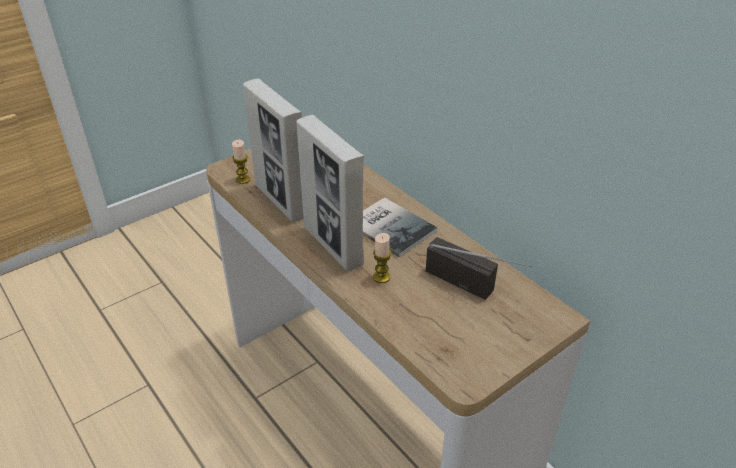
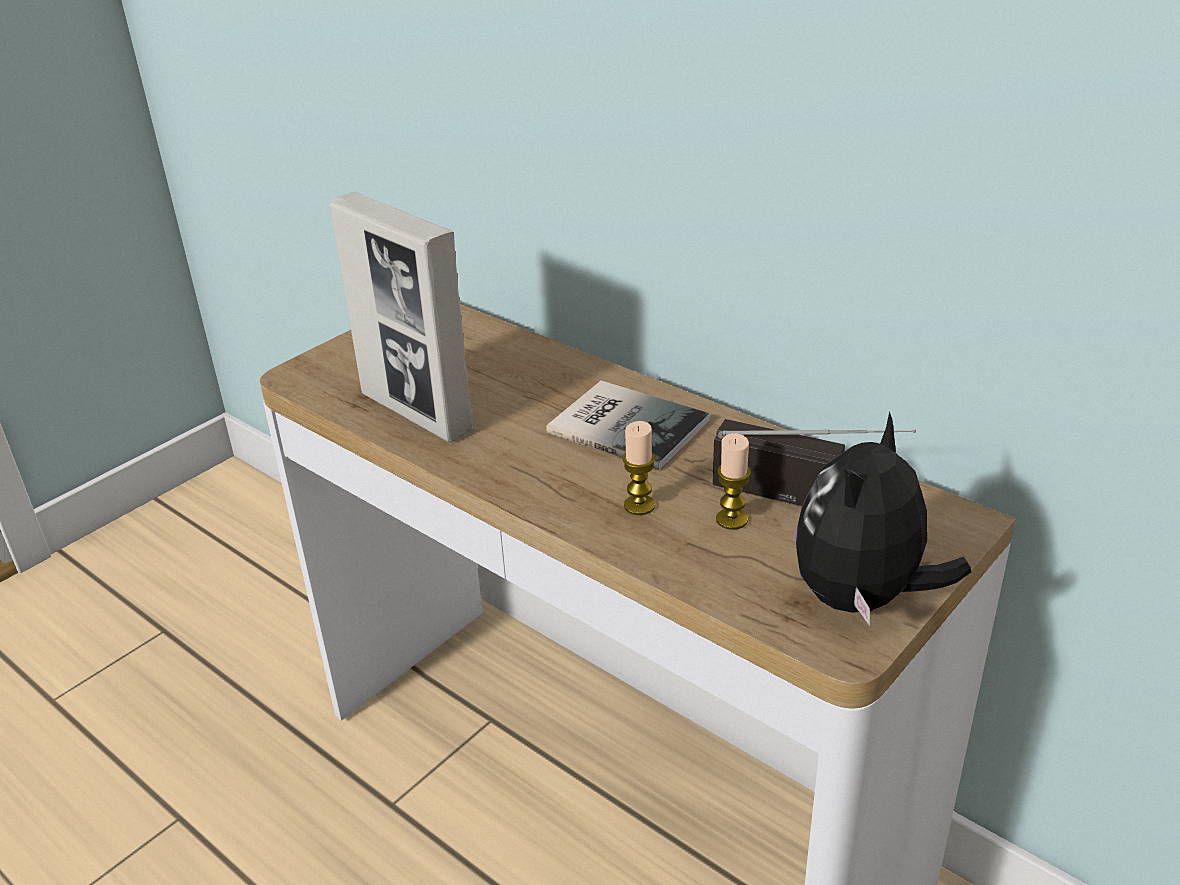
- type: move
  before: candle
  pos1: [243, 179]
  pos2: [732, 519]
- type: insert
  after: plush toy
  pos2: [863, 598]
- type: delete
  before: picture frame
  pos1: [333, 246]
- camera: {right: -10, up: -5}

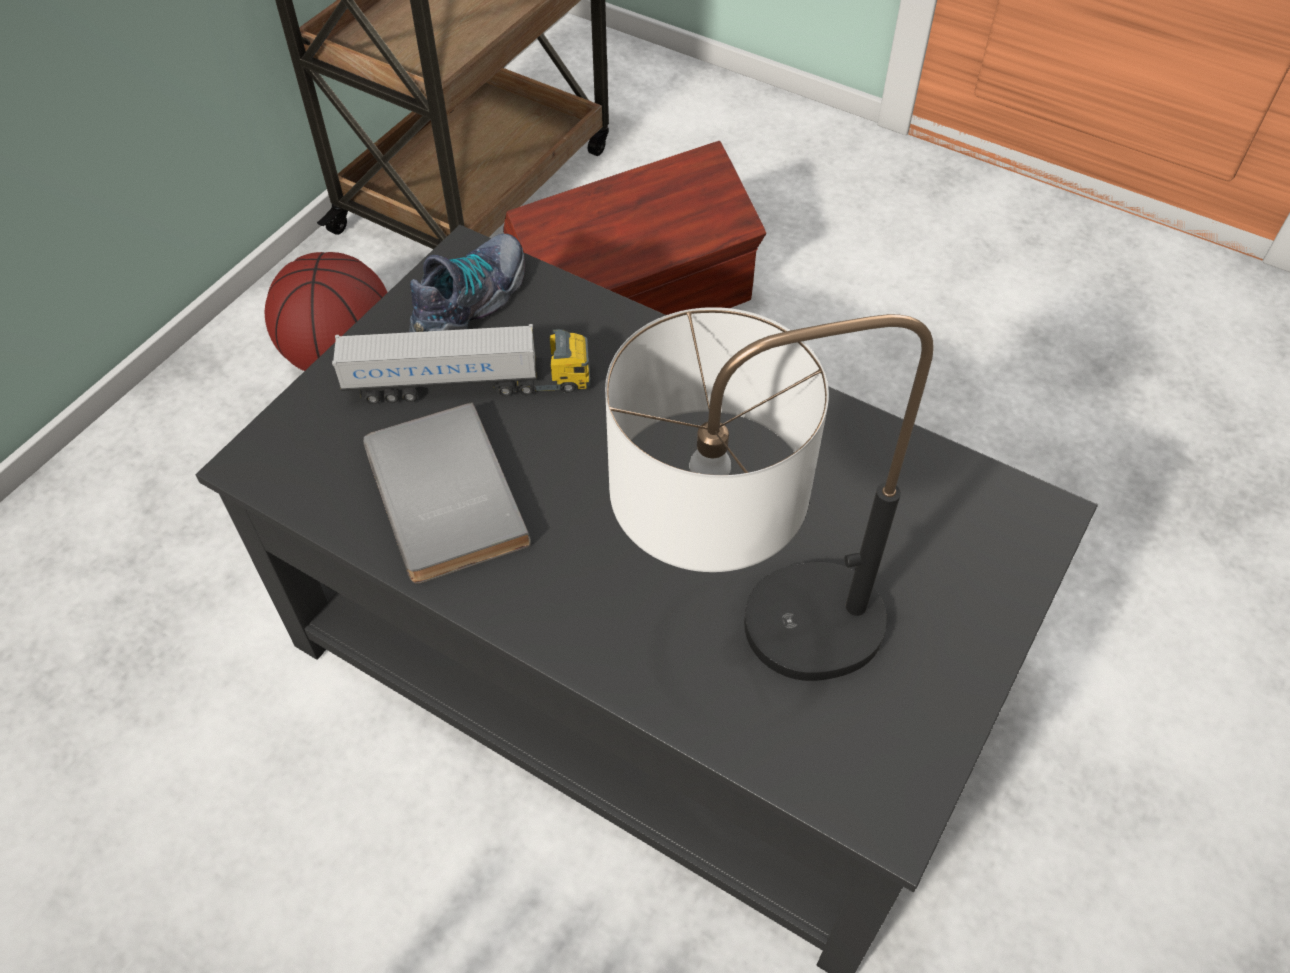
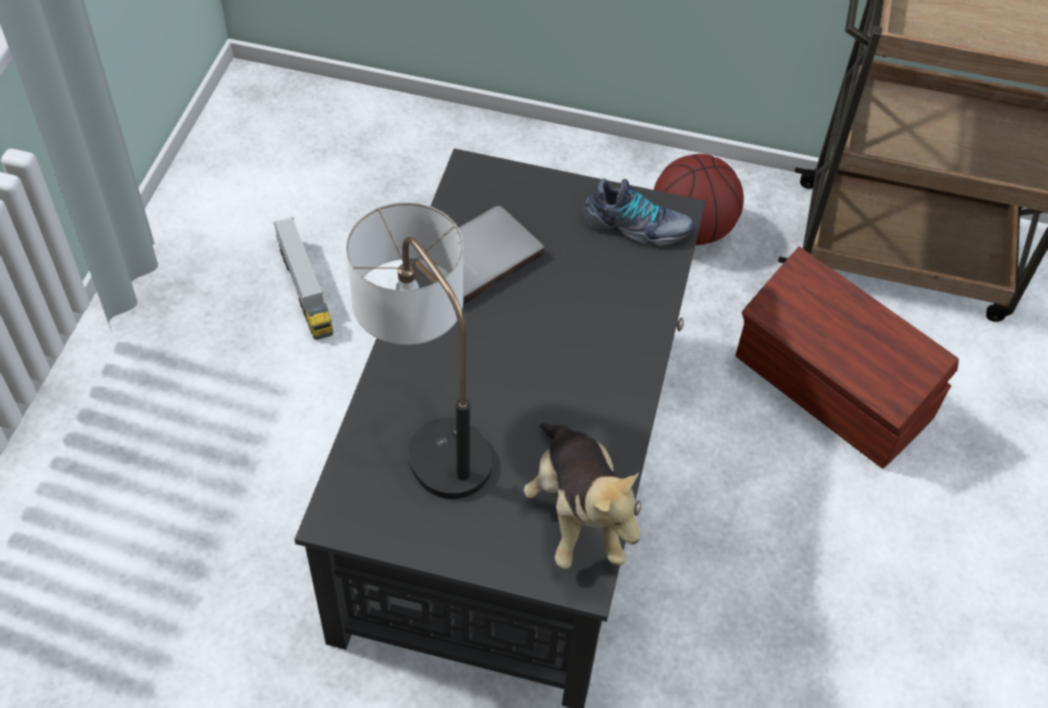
- type: move
  before: toy truck
  pos1: [469, 385]
  pos2: [305, 289]
- type: insert
  after: plush toy
  pos2: [576, 513]
- camera: {right: 70, up: 0}

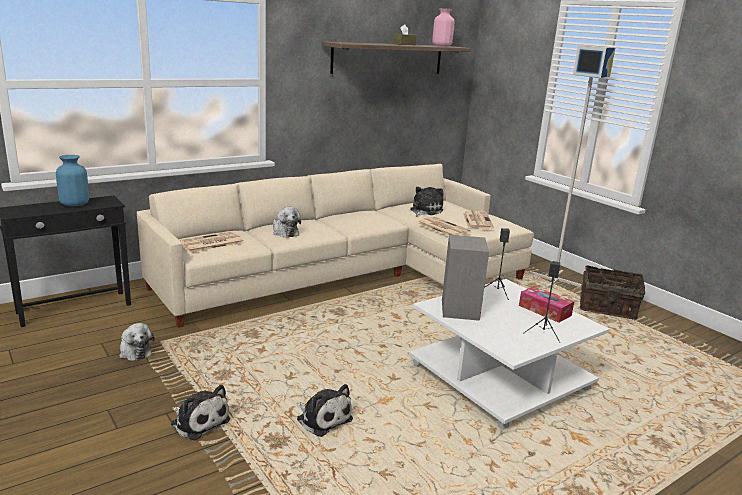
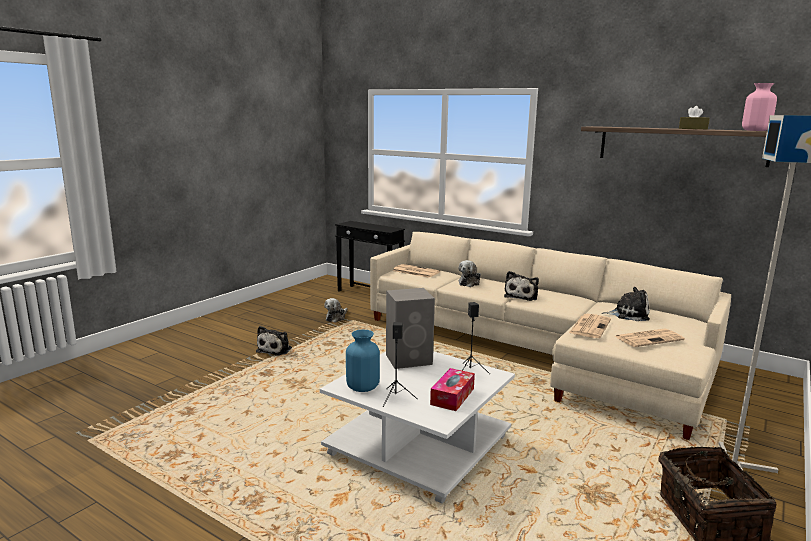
- type: move
  before: blue vase
  pos1: [74, 204]
  pos2: [362, 387]
- type: move
  before: plush toy
  pos1: [322, 418]
  pos2: [522, 296]
- camera: {right: 70, up: -5}

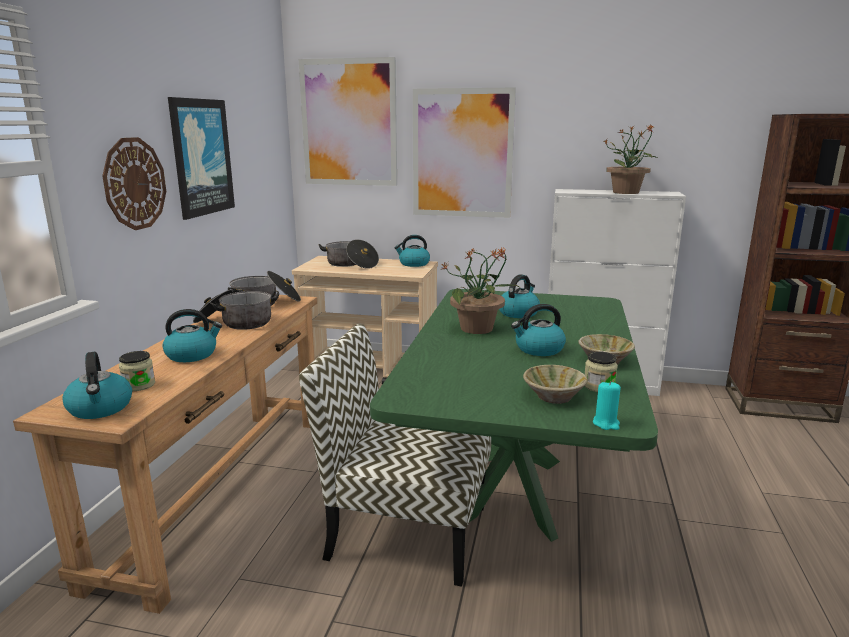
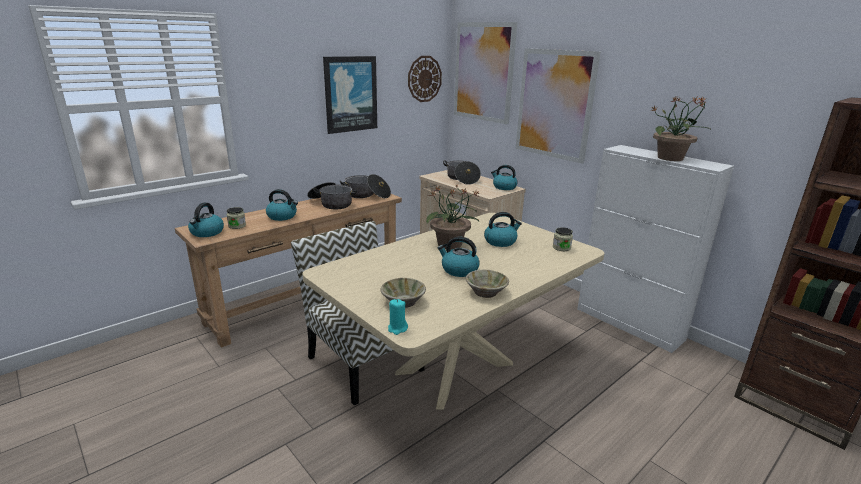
- type: recolor
  before: green dining table
  after: beige dining table
  pos1: [513, 489]
  pos2: [456, 368]
- type: move
  before: wall clock
  pos1: [134, 184]
  pos2: [424, 79]
- type: move
  before: jar
  pos1: [599, 386]
  pos2: [561, 248]
- camera: {right: 35, up: 5}

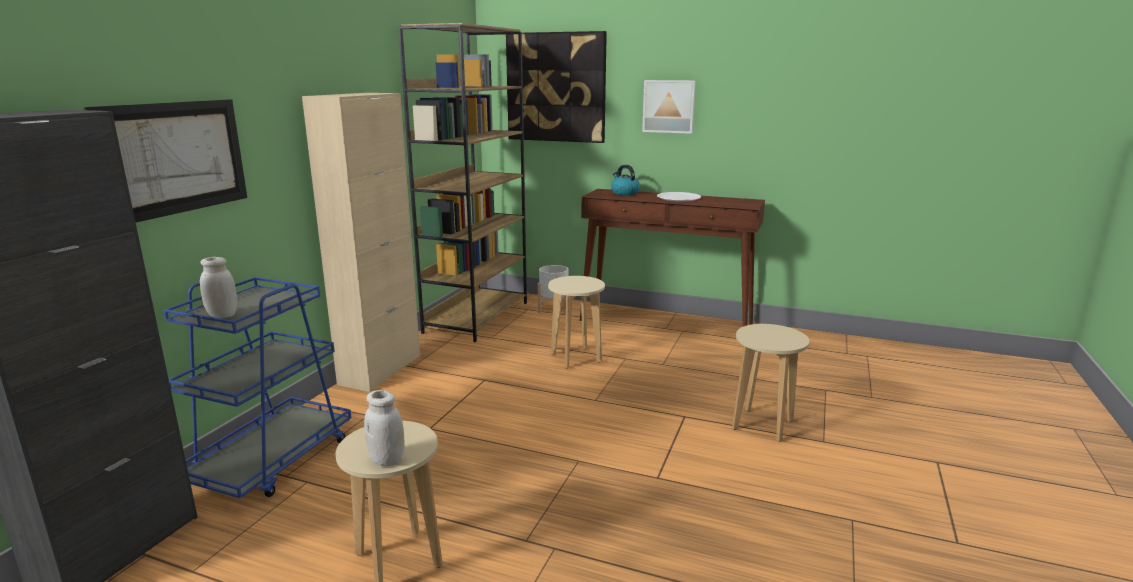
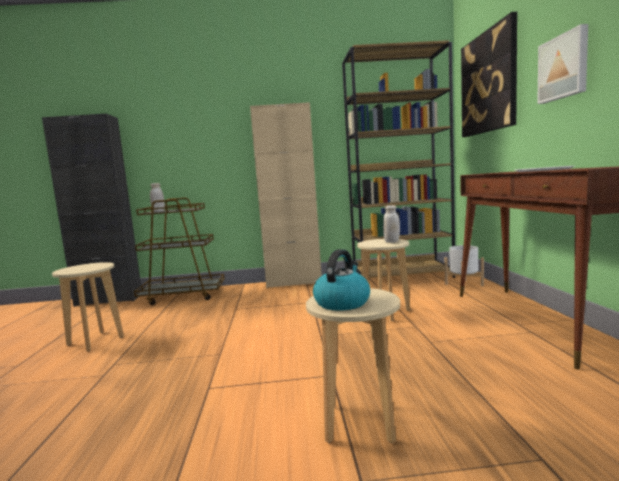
- type: recolor
  before: blue cart
  after: brown cart
  pos1: [272, 460]
  pos2: [183, 295]
- type: move
  before: kettle
  pos1: [624, 193]
  pos2: [342, 302]
- type: move
  before: white jar
  pos1: [387, 459]
  pos2: [392, 241]
- type: delete
  before: picture
  pos1: [174, 158]
- camera: {right: 65, up: -10}

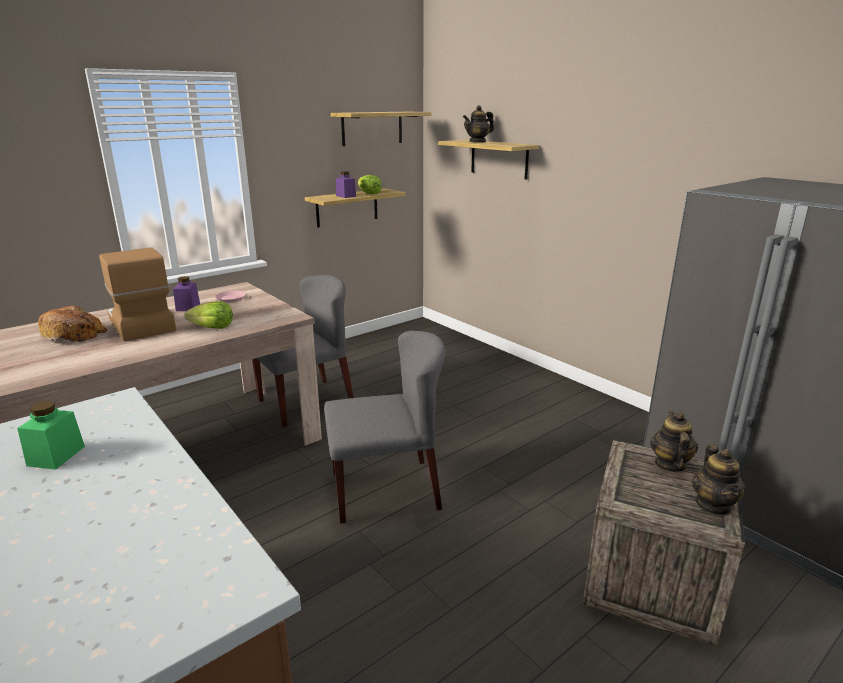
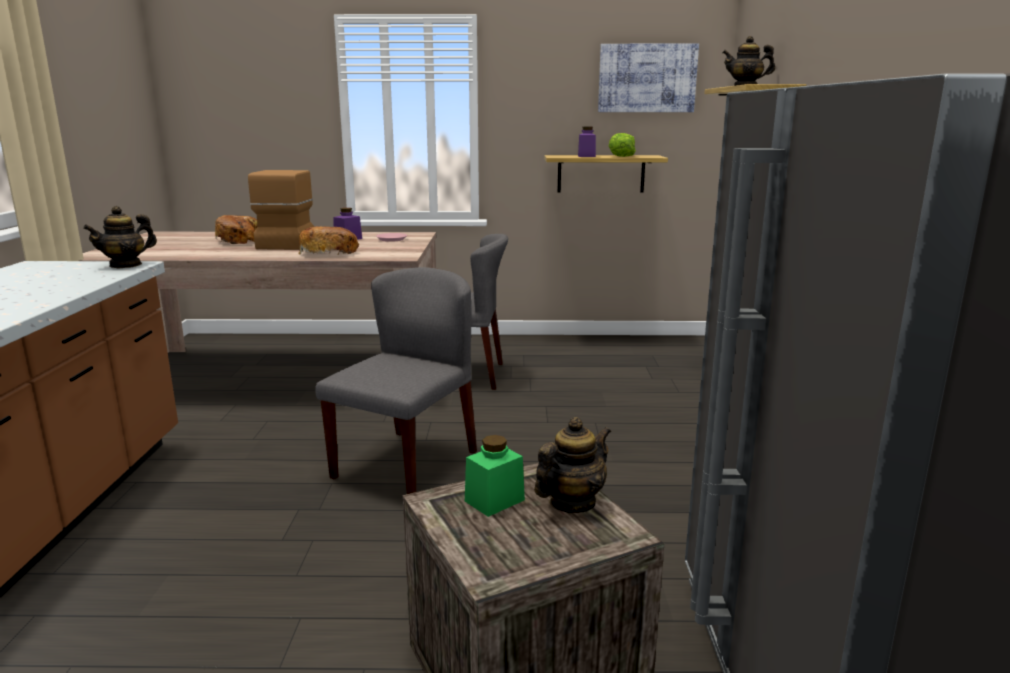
- type: move
  before: teapot
  pos1: [713, 505]
  pos2: [126, 265]
- type: replace
  before: lettuce
  after: bread
  pos1: [213, 327]
  pos2: [328, 252]
- type: rotate
  before: grey chair
  pos1: [386, 489]
  pos2: [406, 463]
  turn: -90
- type: move
  before: green jar
  pos1: [56, 456]
  pos2: [494, 500]
- type: replace
  before: shelf
  after: picture
  pos1: [372, 128]
  pos2: [647, 78]
- camera: {right: 40, up: -5}

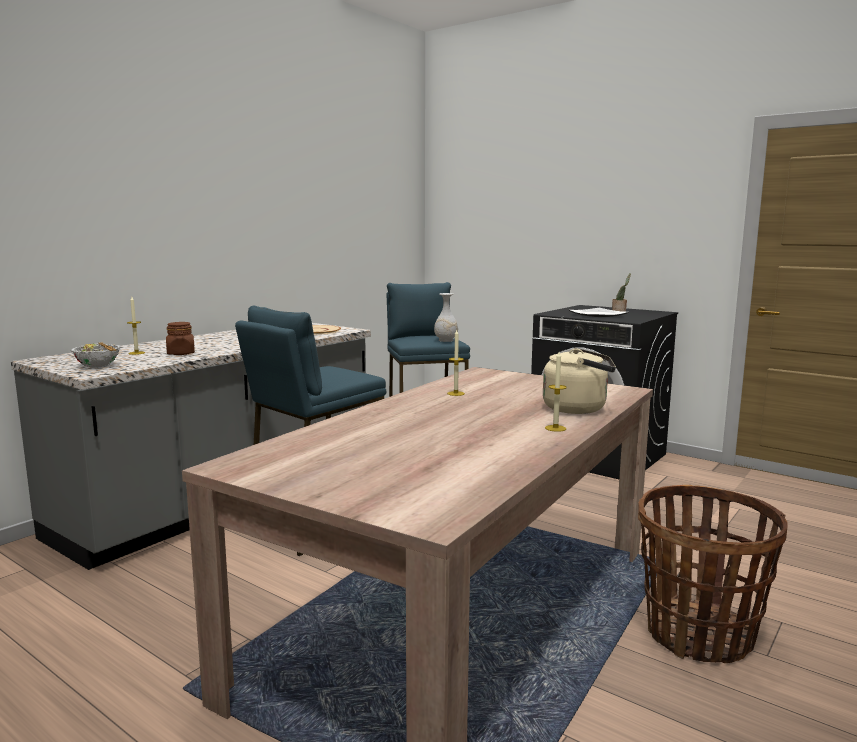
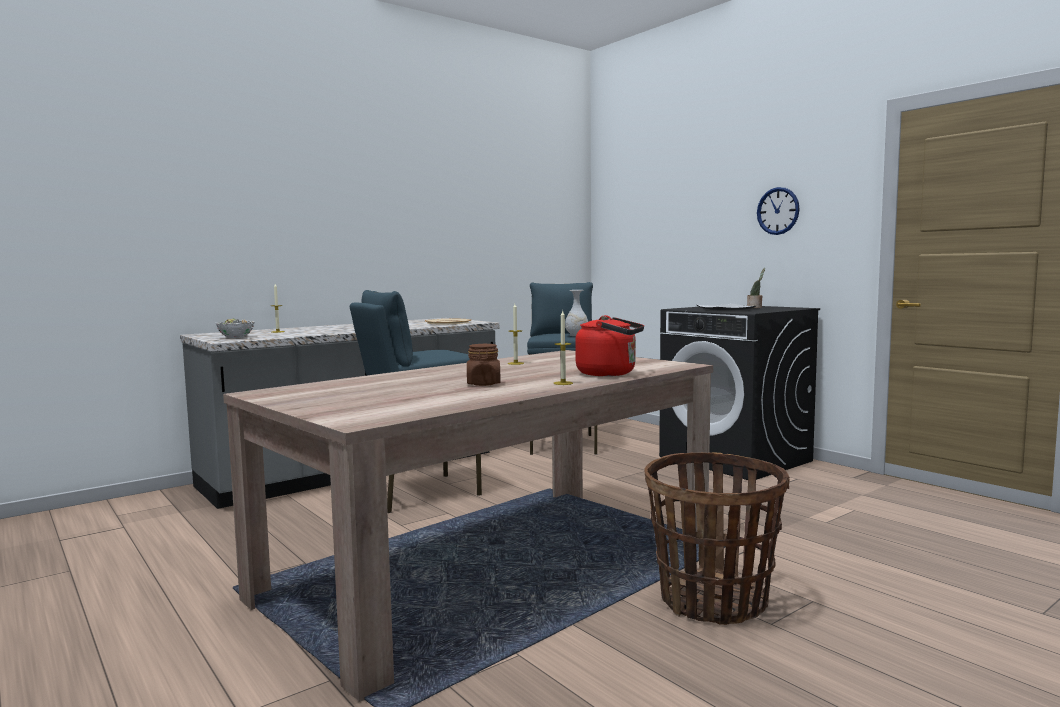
- type: move
  before: brown jar
  pos1: [181, 353]
  pos2: [483, 384]
- type: recolor
  before: beige kettle
  after: red kettle
  pos1: [578, 408]
  pos2: [610, 374]
- type: insert
  after: wall clock
  pos2: [778, 211]
- camera: {right: 15, up: -5}

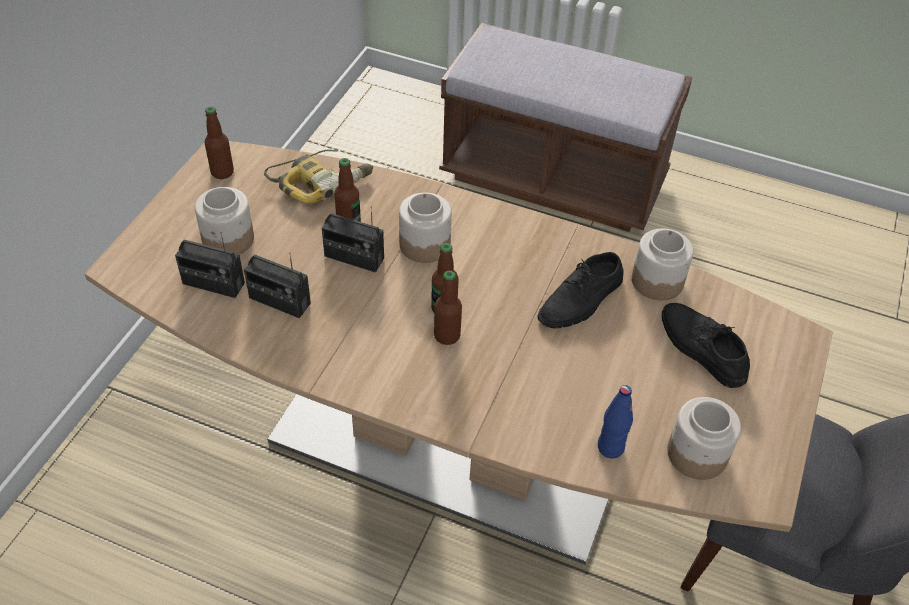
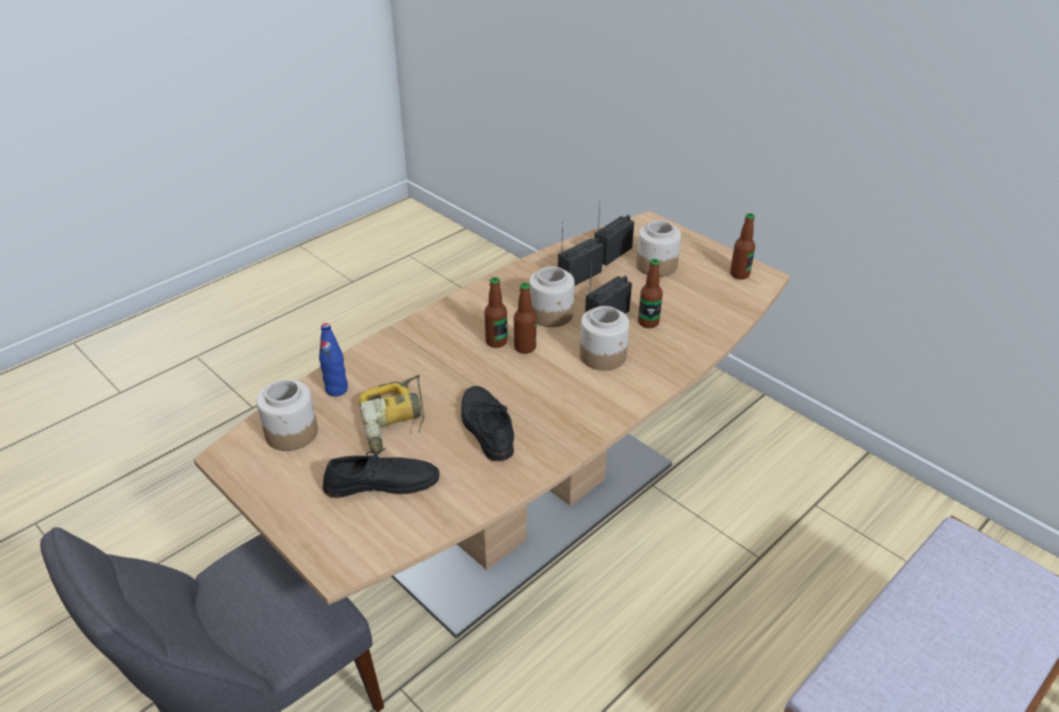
- type: move
  before: power drill
  pos1: [321, 181]
  pos2: [395, 421]
- type: move
  before: jar
  pos1: [657, 281]
  pos2: [551, 314]
- camera: {right: 115, up: -10}

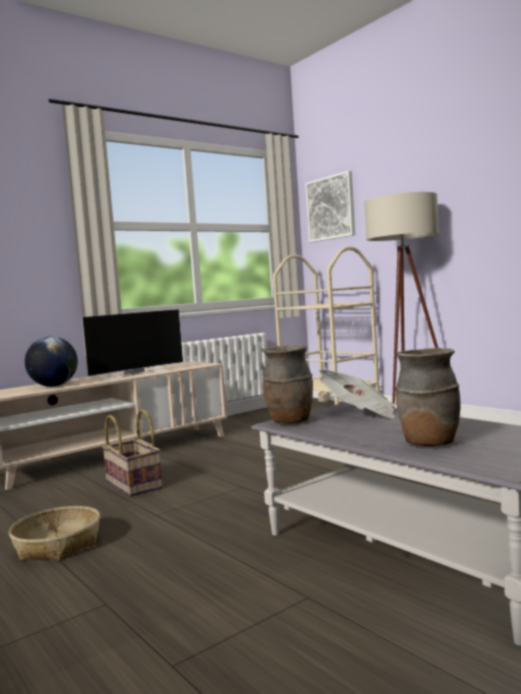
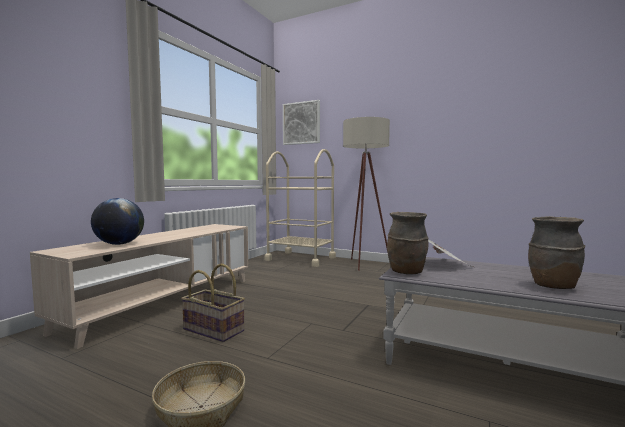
- type: delete
  before: television
  pos1: [136, 374]
- camera: {right: -25, up: 0}

